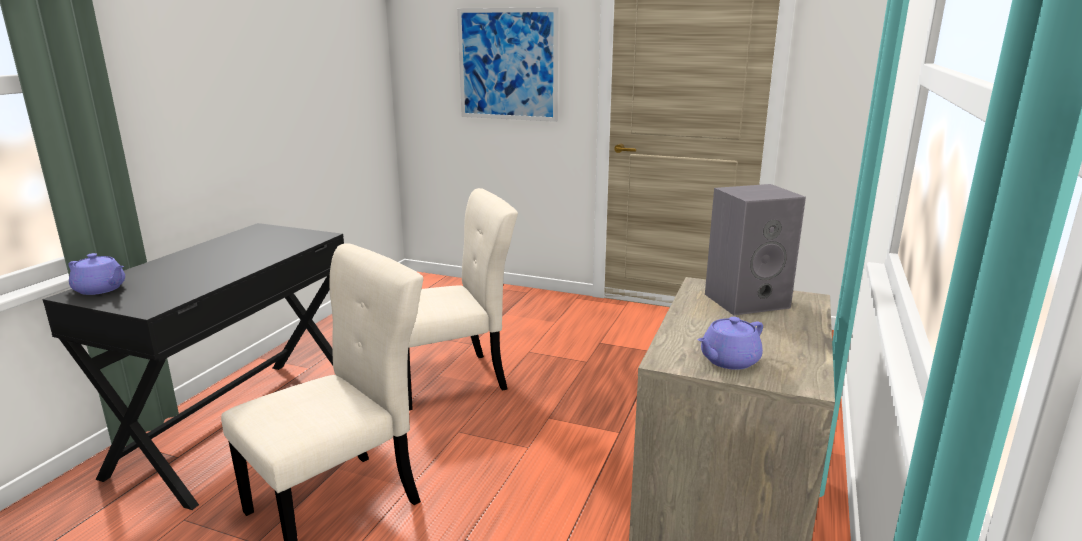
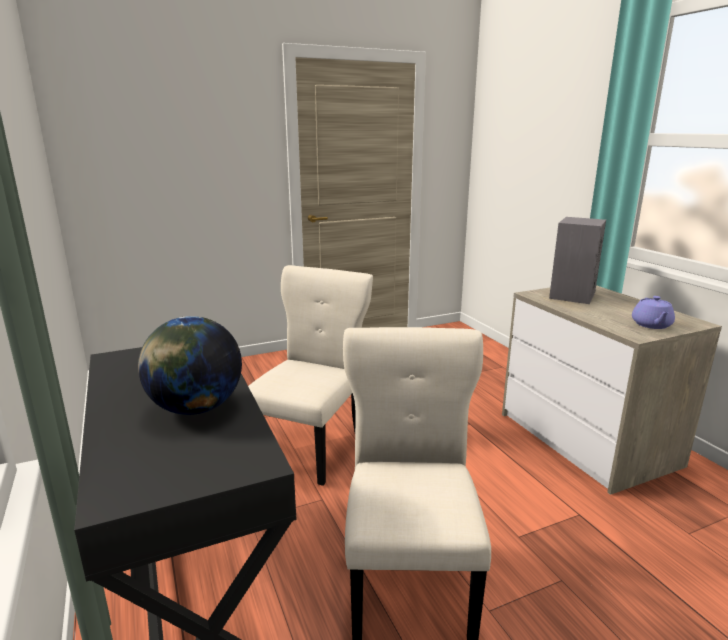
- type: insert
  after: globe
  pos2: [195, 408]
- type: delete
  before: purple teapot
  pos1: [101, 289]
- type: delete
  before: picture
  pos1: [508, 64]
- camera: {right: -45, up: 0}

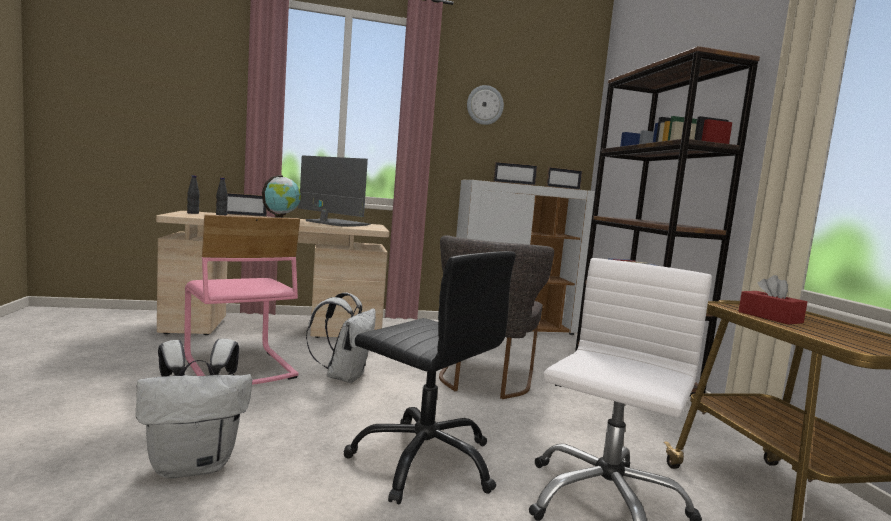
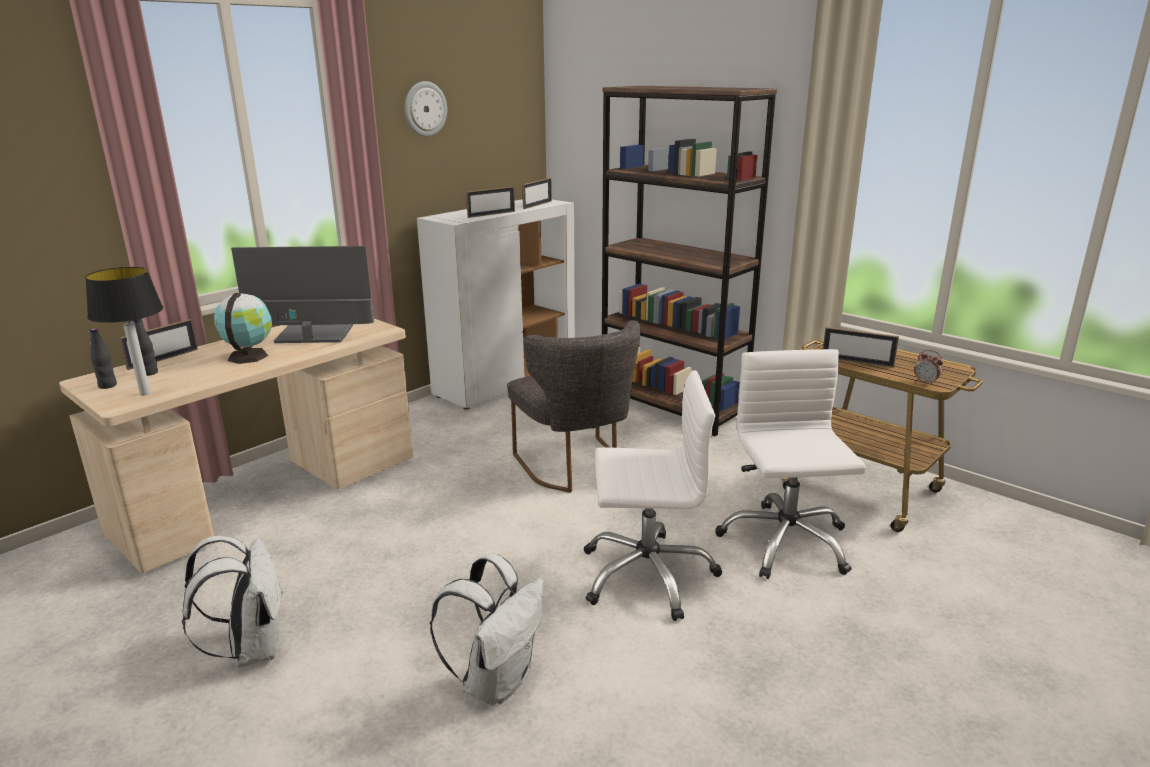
- type: insert
  after: table lamp
  pos2: [144, 393]
- type: move
  before: white backpack
  pos1: [344, 376]
  pos2: [251, 649]
- type: recolor
  before: black office chair
  after: white office chair
  pos1: [425, 461]
  pos2: [647, 574]
- type: replace
  before: red tissue box
  after: picture frame
  pos1: [769, 317]
  pos2: [857, 362]
- type: insert
  after: alarm clock
  pos2: [926, 382]
- type: delete
  before: pink chair
  pos1: [238, 368]
- camera: {right: -35, up: 15}

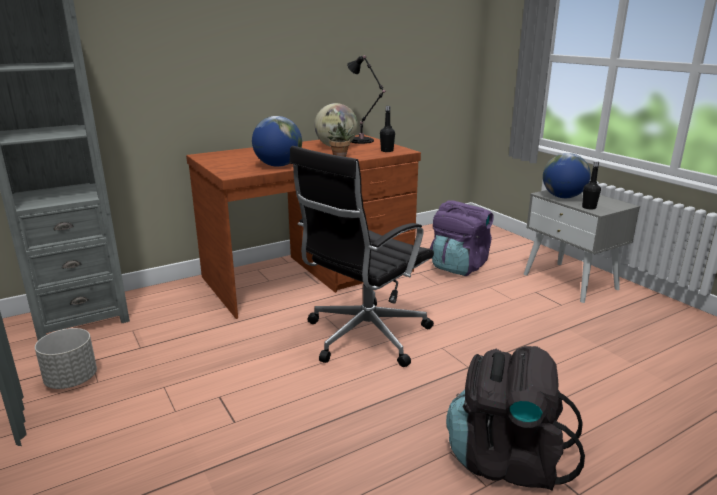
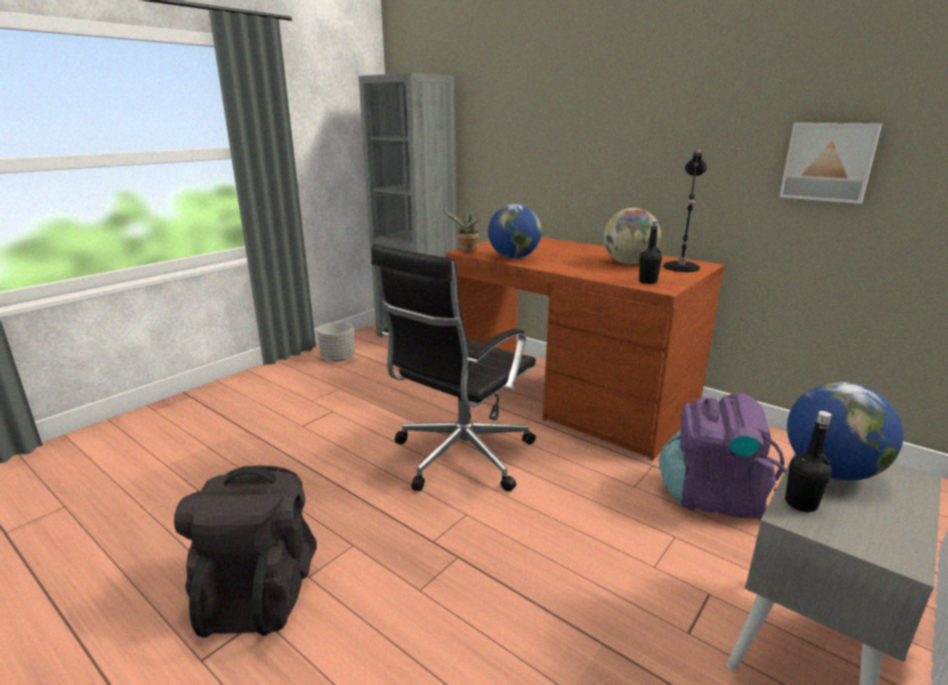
- type: rotate
  before: black office chair
  pos1: [364, 336]
  pos2: [460, 456]
  turn: -75
- type: move
  before: potted plant
  pos1: [340, 157]
  pos2: [466, 251]
- type: insert
  after: picture
  pos2: [828, 162]
- camera: {right: 70, up: 0}

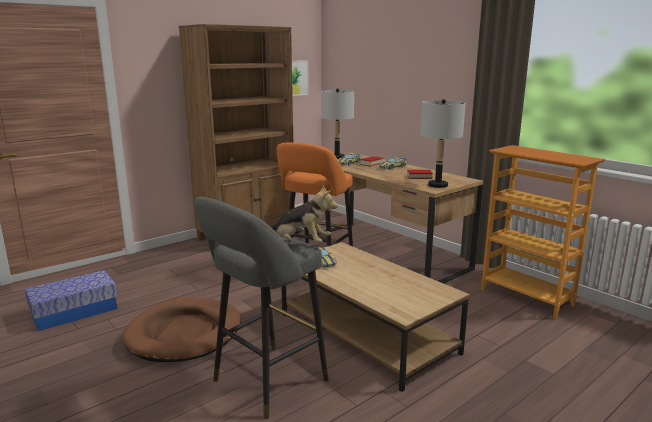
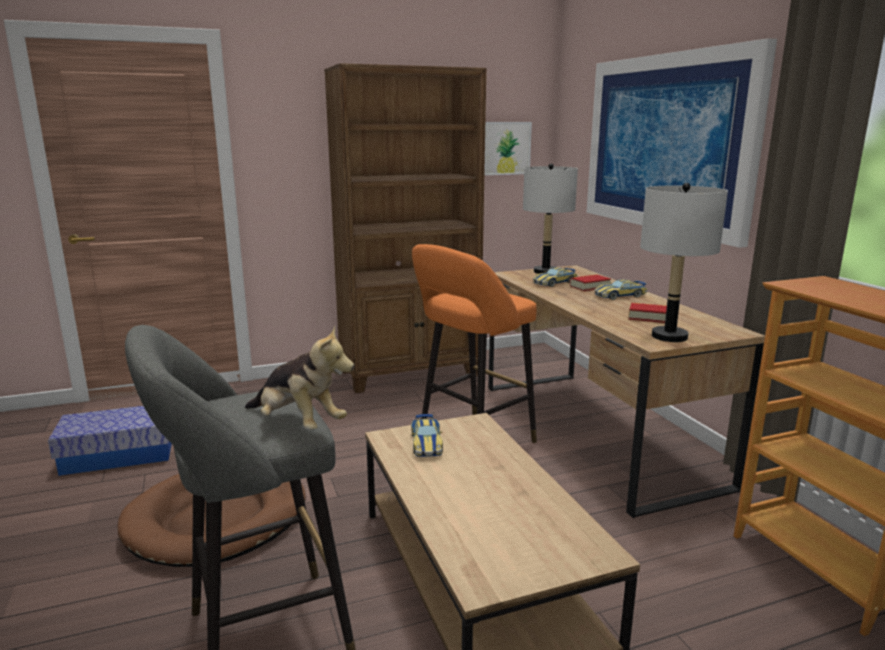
- type: insert
  after: picture
  pos2: [666, 143]
- camera: {right: 20, up: 0}

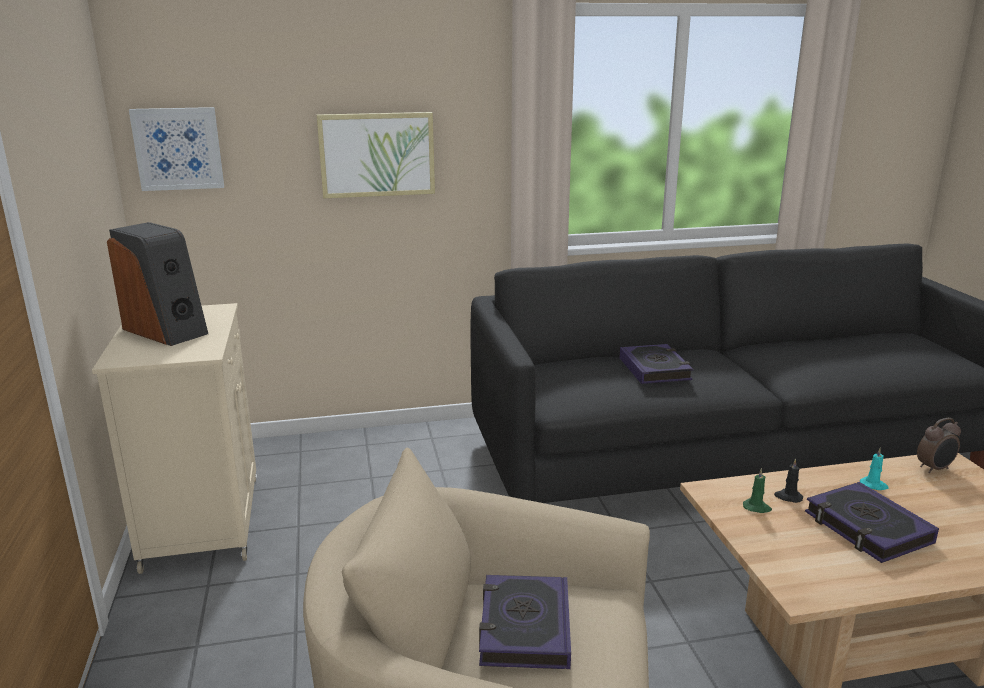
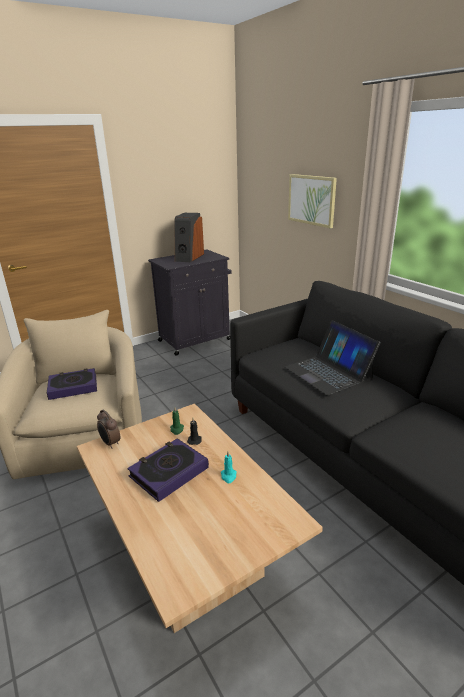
- type: move
  before: alarm clock
  pos1: [935, 469]
  pos2: [110, 443]
- type: recolor
  before: beige cabinet
  after: black cabinet
  pos1: [203, 520]
  pos2: [196, 340]
- type: replace
  before: book
  after: laptop
  pos1: [654, 369]
  pos2: [328, 372]
- type: delete
  before: picture
  pos1: [178, 149]
- camera: {right: 70, up: 5}

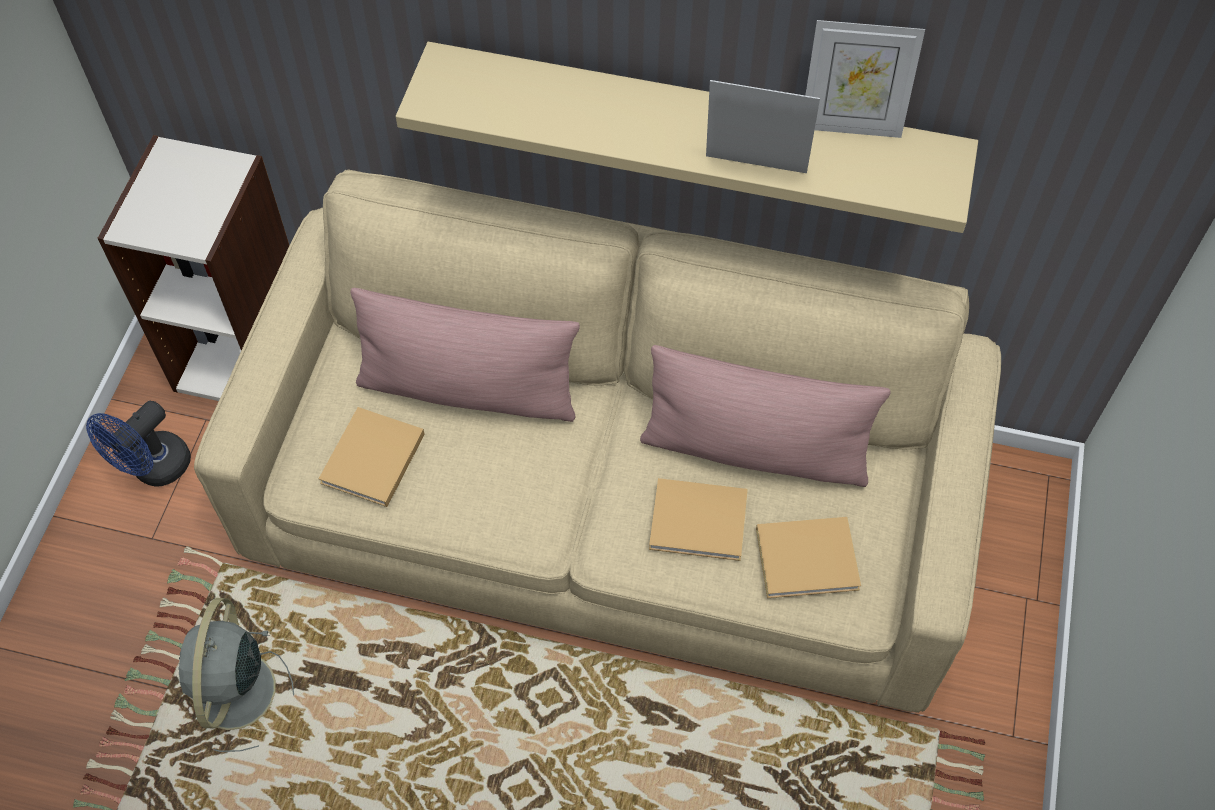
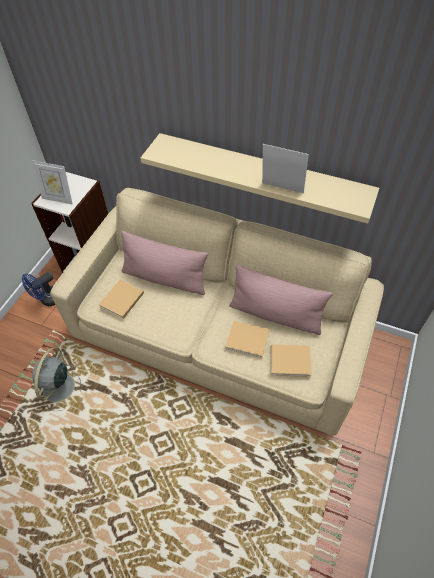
- type: move
  before: picture frame
  pos1: [850, 125]
  pos2: [58, 199]
- camera: {right: 10, up: -5}

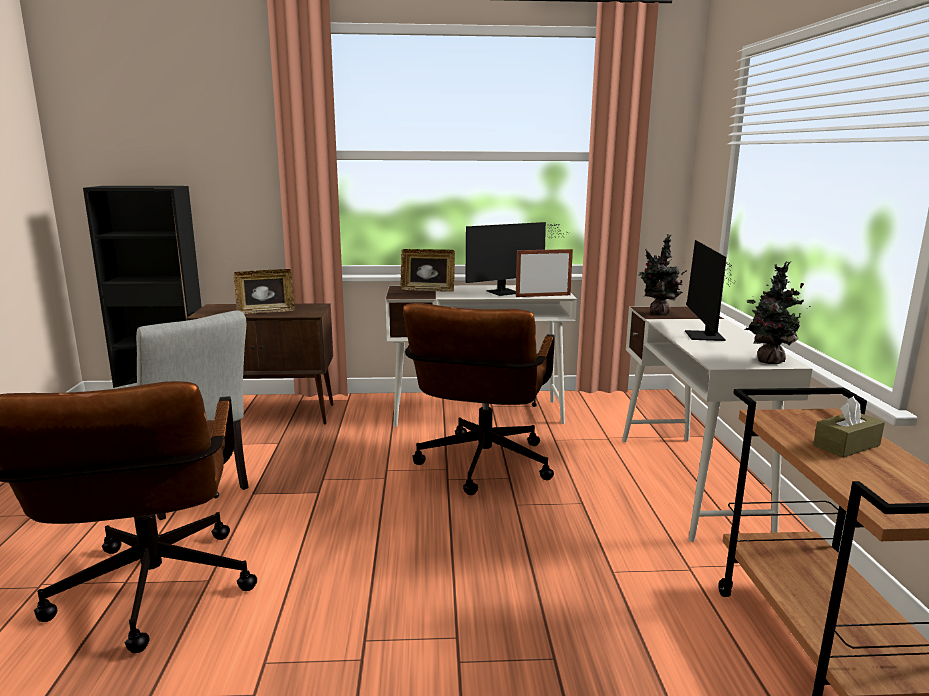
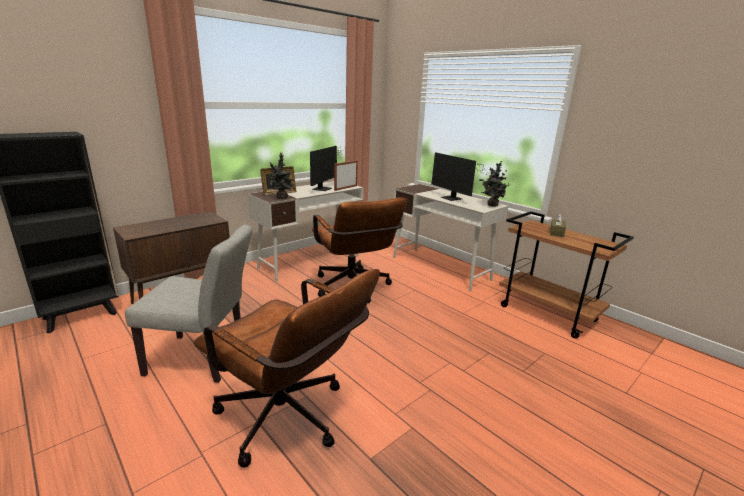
- type: move
  before: potted plant
  pos1: [658, 313]
  pos2: [281, 198]
- type: delete
  before: picture frame
  pos1: [266, 311]
- camera: {right: -40, up: 5}

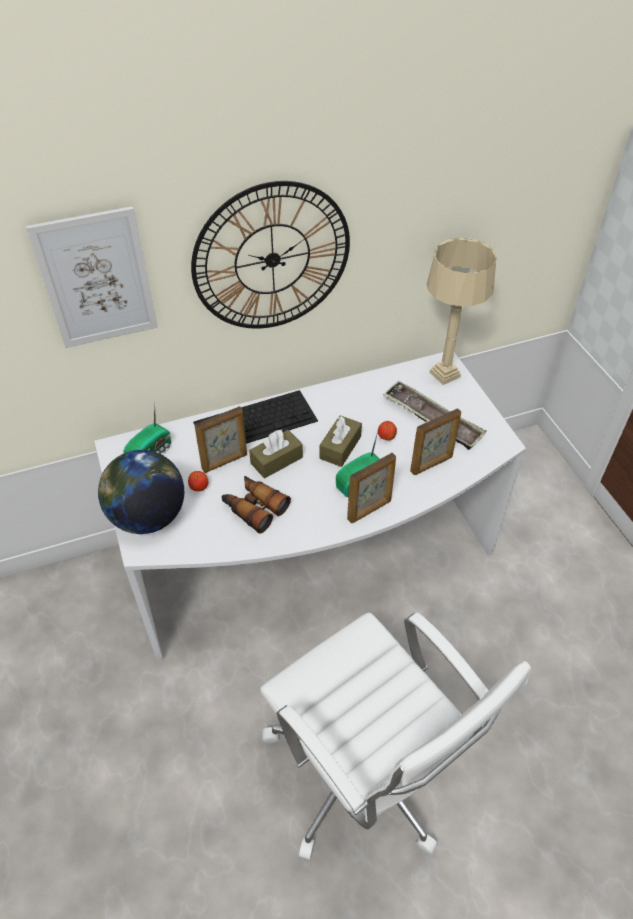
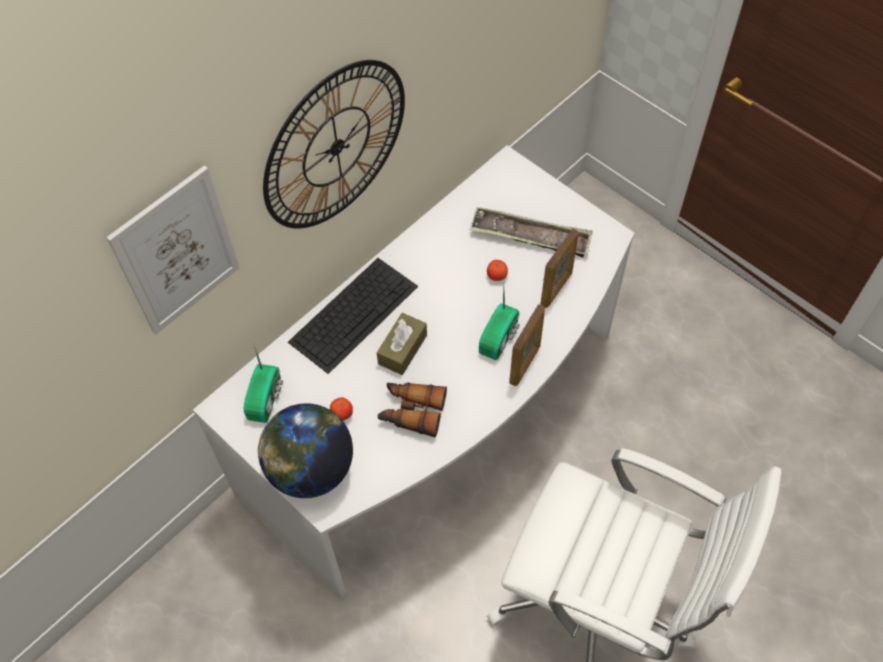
- type: delete
  before: picture frame
  pos1: [225, 462]
- type: delete
  before: brown tissue box
  pos1: [340, 447]
- type: delete
  before: beige table lamp
  pos1: [444, 374]
- camera: {right: -25, up: 10}

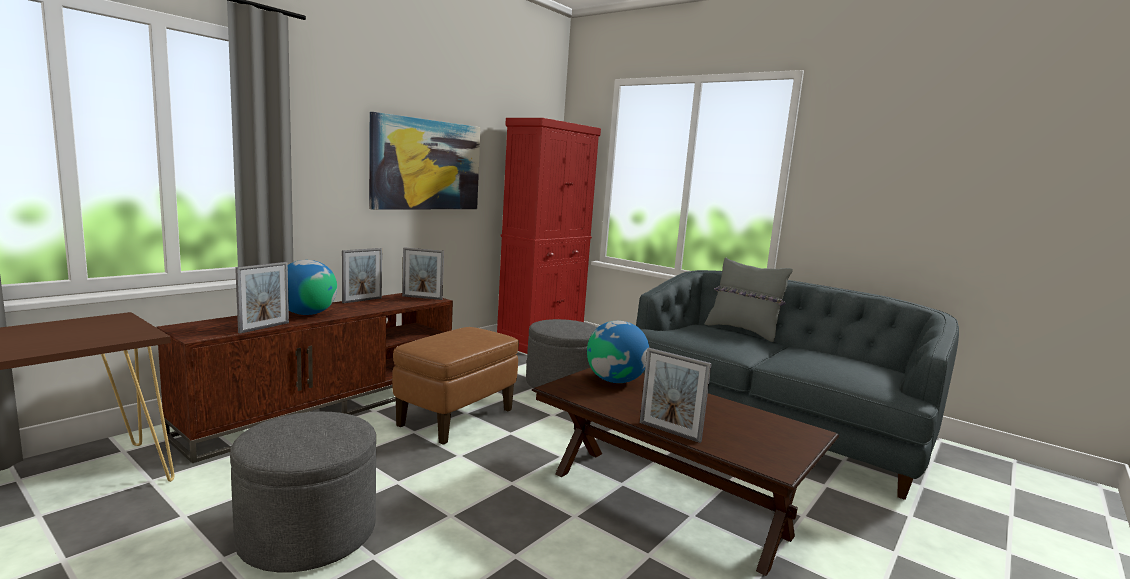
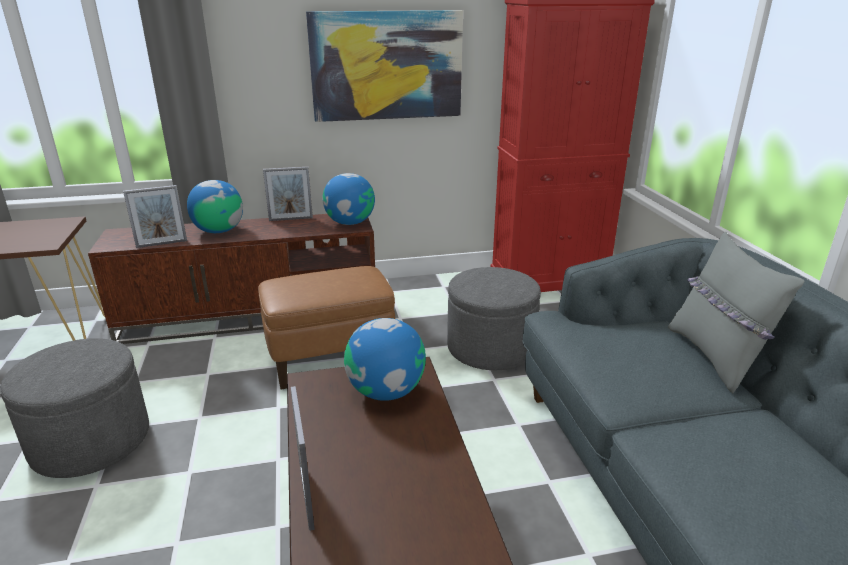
- type: replace
  before: picture frame
  after: globe
  pos1: [422, 297]
  pos2: [350, 223]
- camera: {right: 40, up: 15}

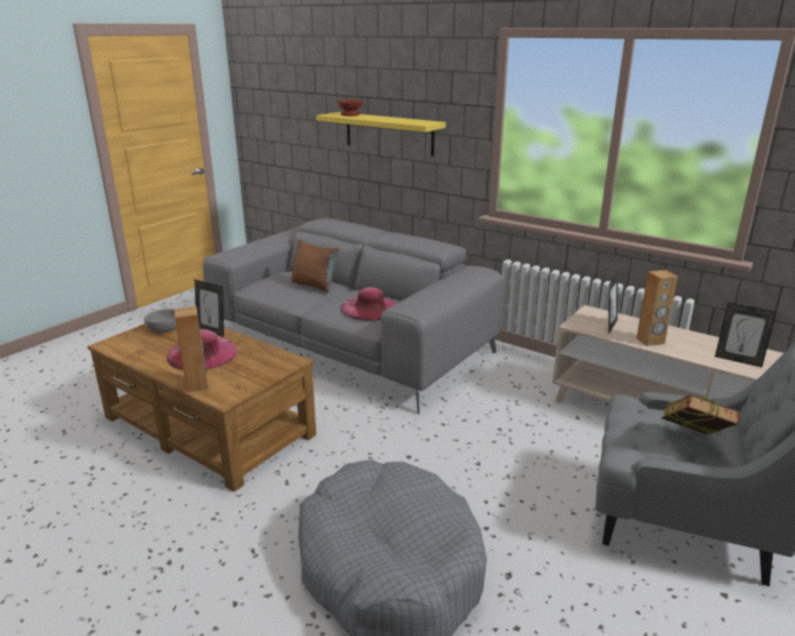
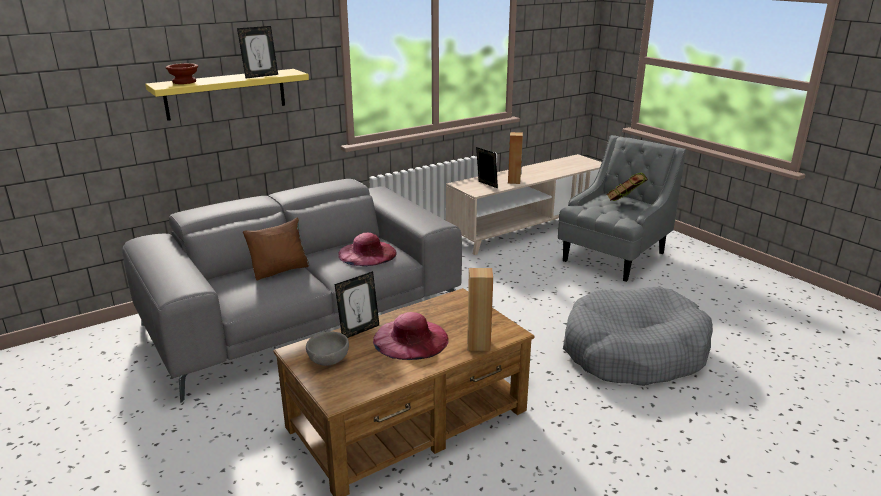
- type: move
  before: picture frame
  pos1: [738, 360]
  pos2: [260, 76]
- camera: {right: -70, up: 0}

